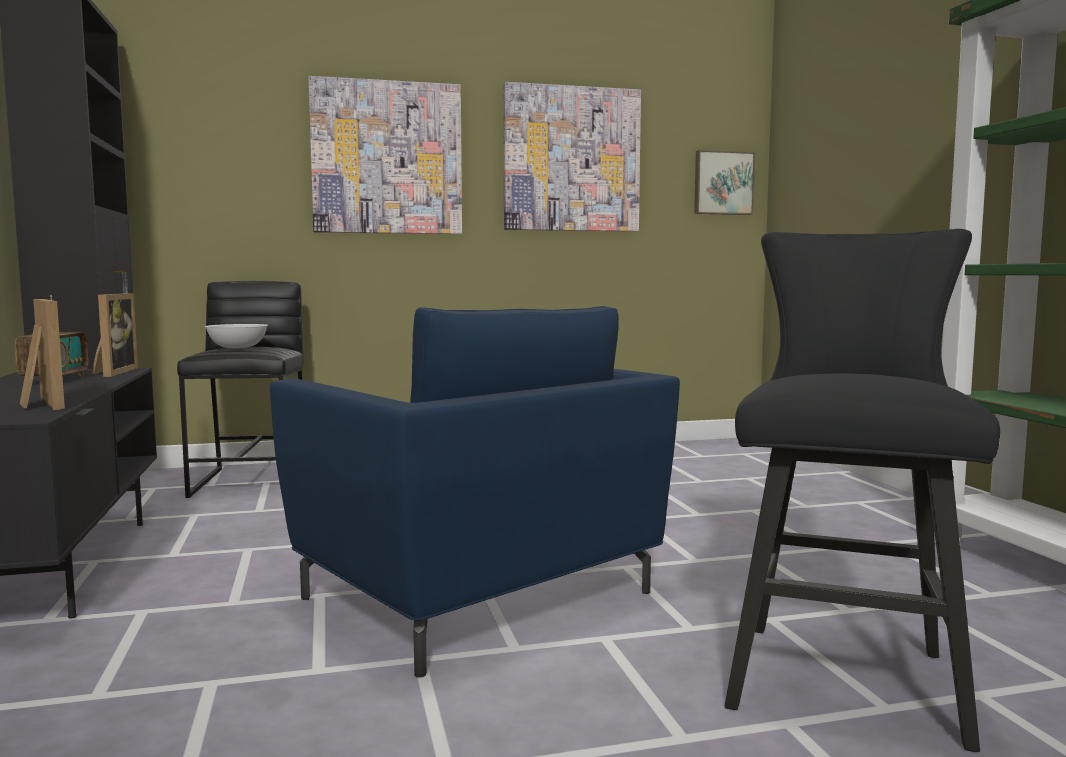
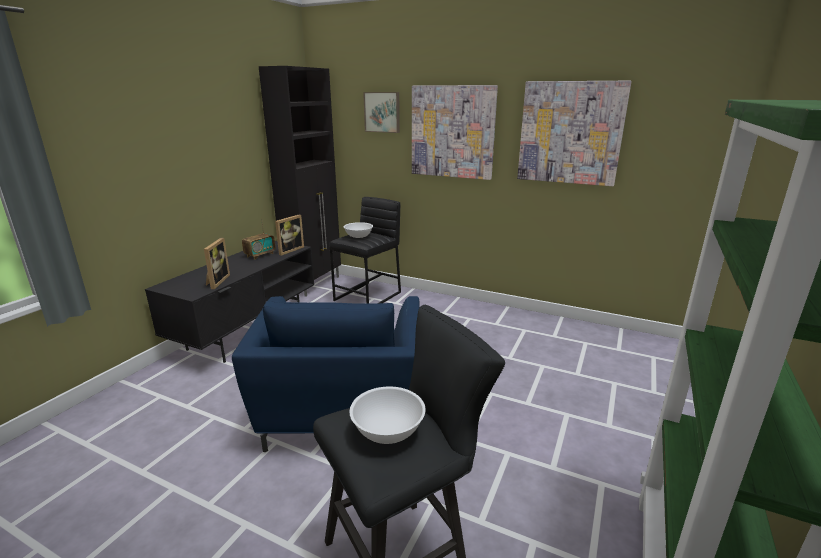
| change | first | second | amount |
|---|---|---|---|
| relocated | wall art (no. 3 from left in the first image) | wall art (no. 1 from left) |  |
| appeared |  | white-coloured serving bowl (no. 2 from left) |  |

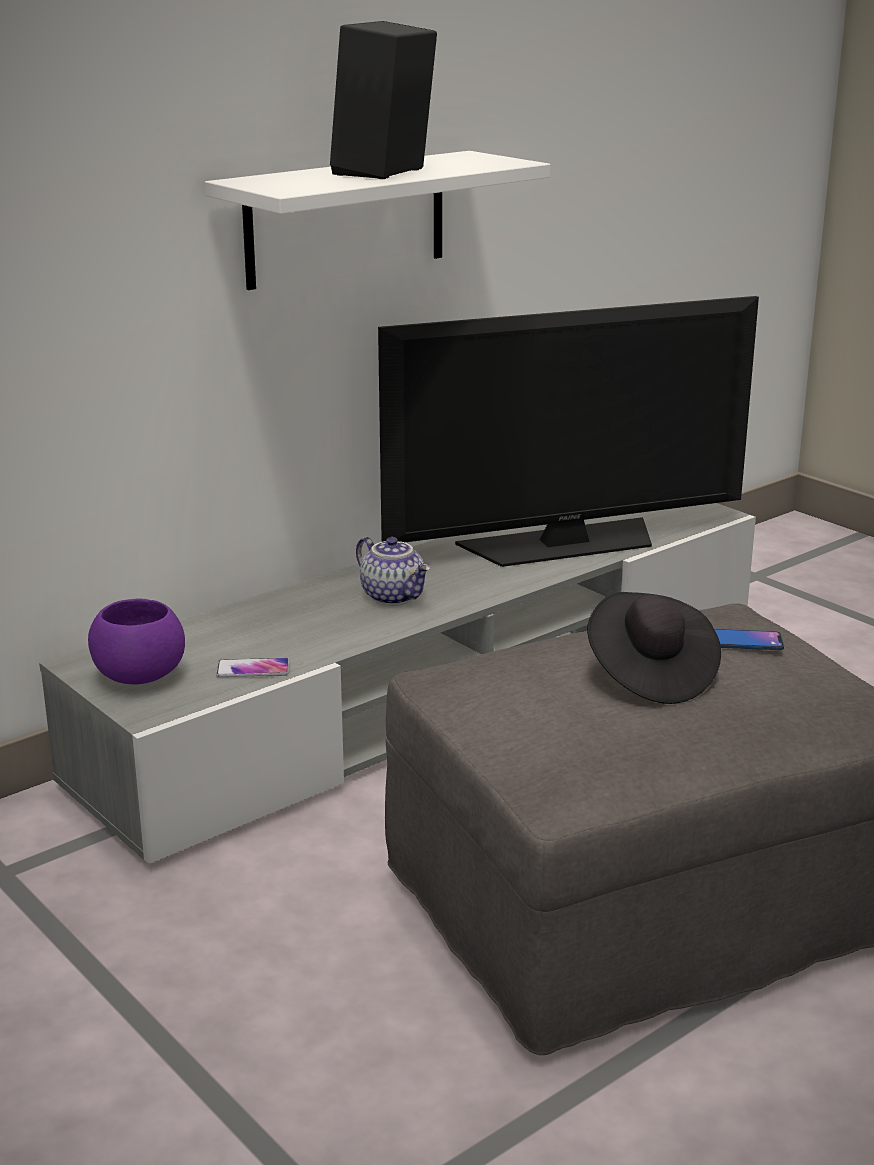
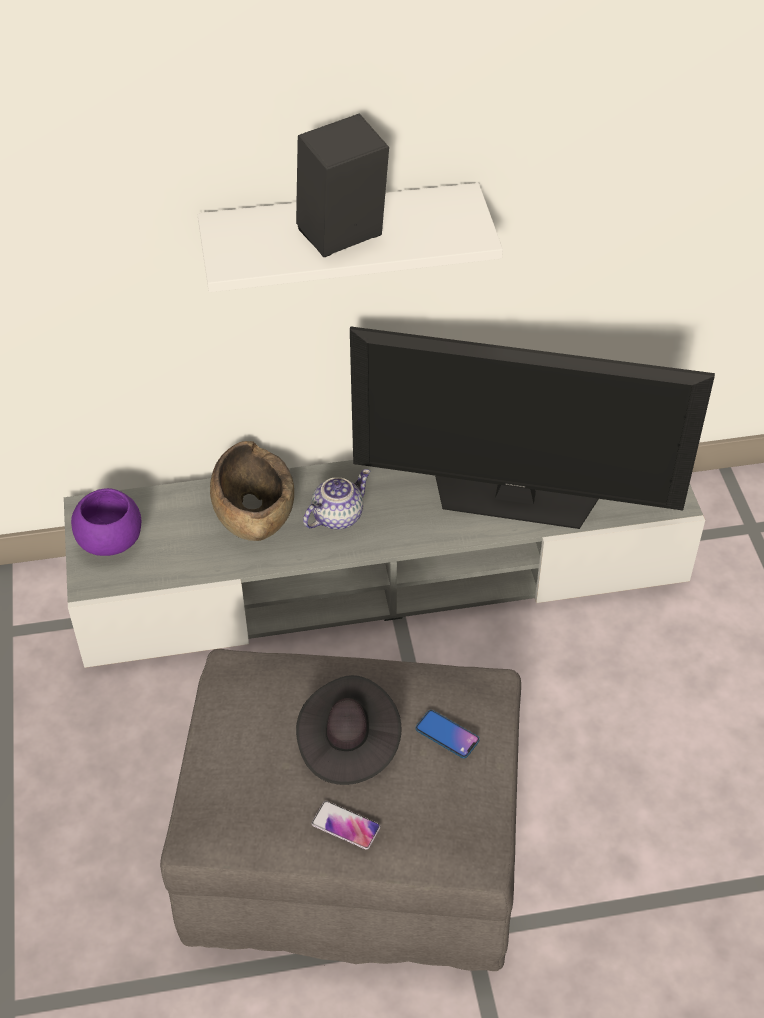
| change | first | second | amount |
|---|---|---|---|
| spun | teapot |  | 120 degrees counterclockwise |
| relocated | handset (no. 1 from left) |  |  |
| appeared |  | brown serving bowl |  |

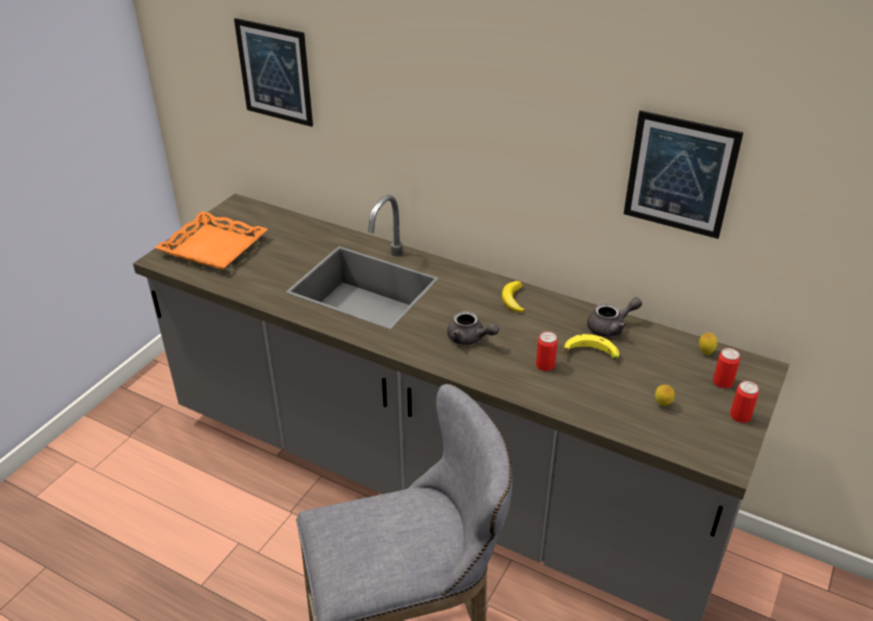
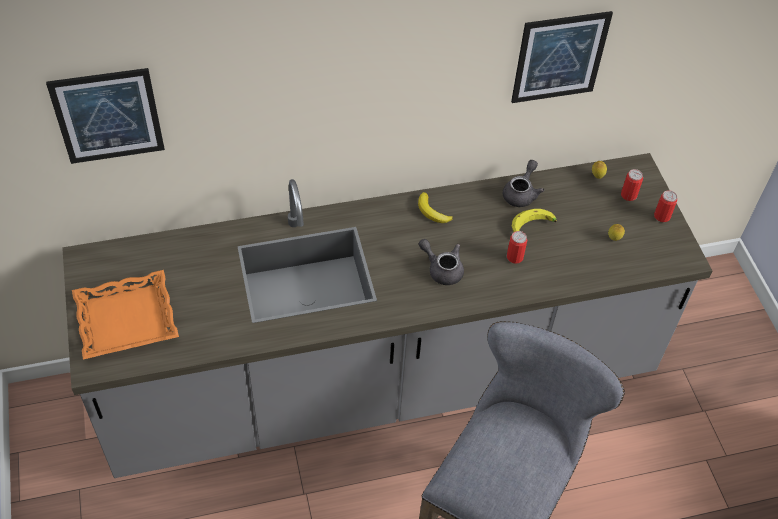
| change | first | second | amount |
|---|---|---|---|
| spun | grey teapot (no. 1 from left) |  | 135 degrees counterclockwise |

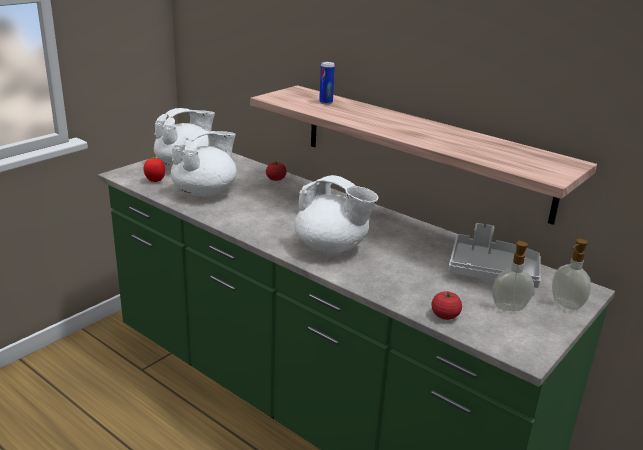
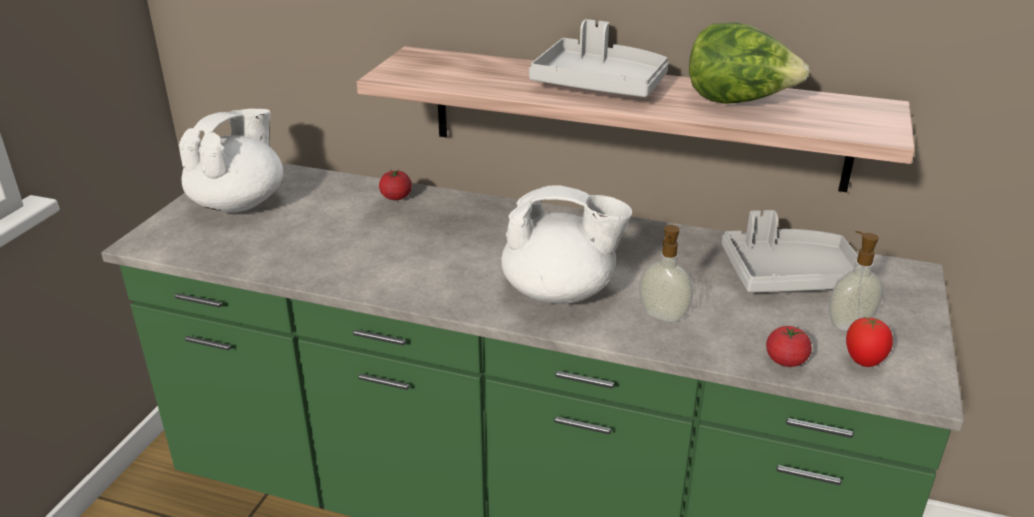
| change | first | second | amount |
|---|---|---|---|
| missing | can |  |  |
| missing | white-coloured teapot (no. 2 from left) |  |  |
| relocated | whole tomato (no. 1 from left in the first image) | whole tomato (no. 3 from left) |  |
| relocated | soap dispenser (no. 2 from left in the first image) | soap dispenser (no. 1 from left) |  |
| appeared |  | grey carrying tray (no. 1 from left) |  |
| appeared |  | lettuce head |  |

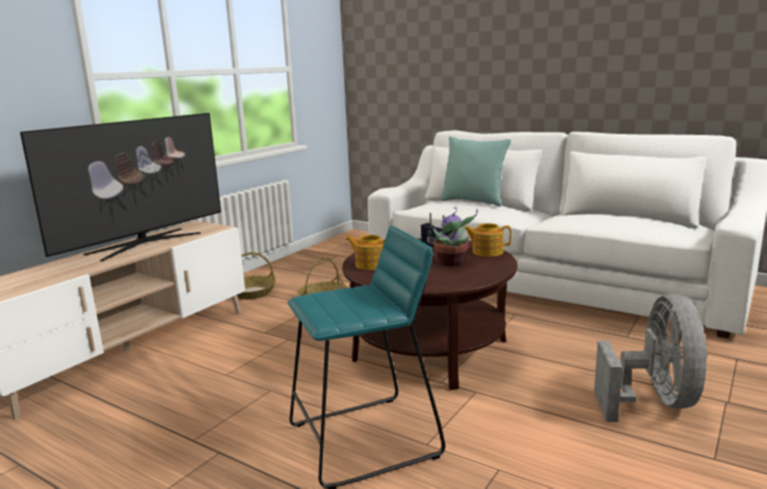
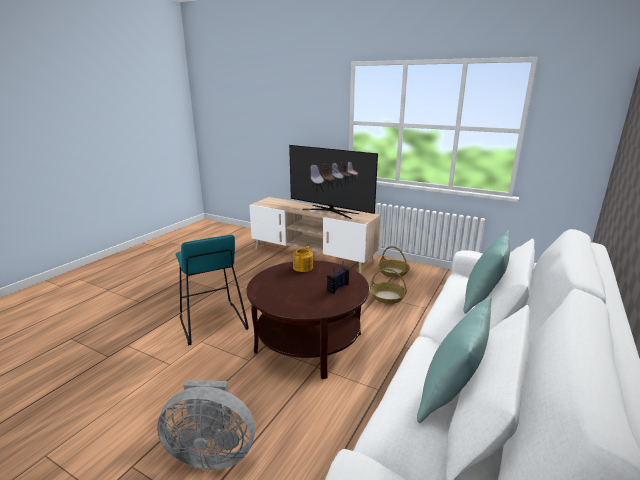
| change | first | second | amount |
|---|---|---|---|
| missing | plant in a pot |  |  |
| missing | teapot (no. 2 from left) |  |  |
| appeared |  | turquoise-coloured cushion (no. 1 from left) |  |

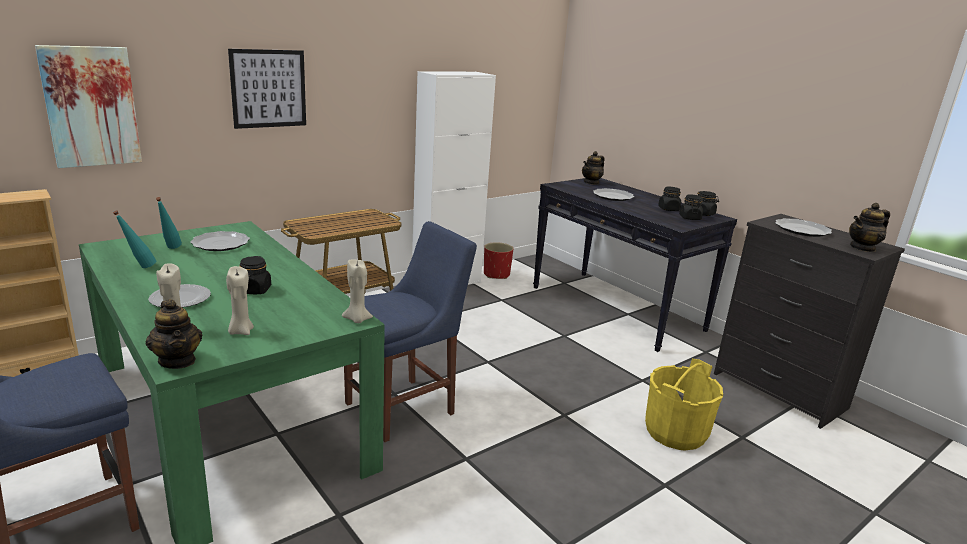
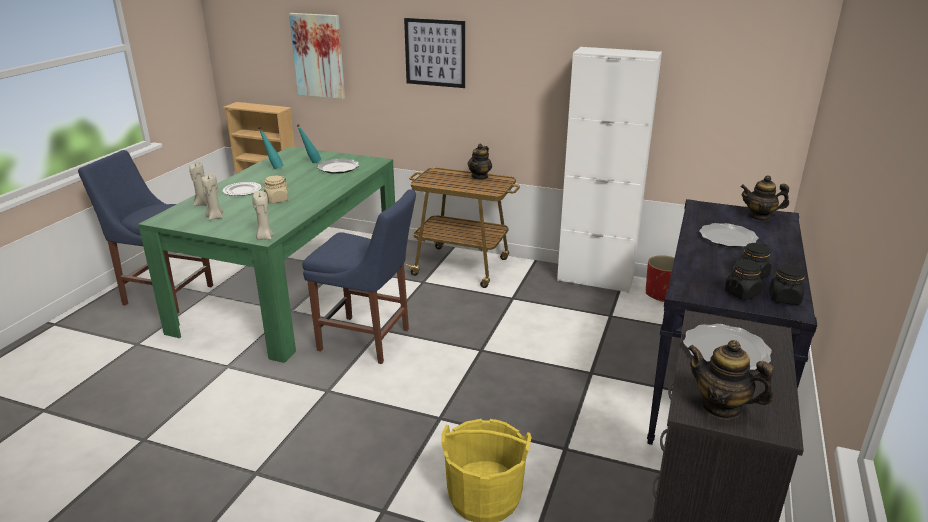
| change | first | second | amount |
|---|---|---|---|
| colour | black-coloured storage jar (no. 1 from left) | beige-coloured storage jar |  |
| relocated | teapot (no. 1 from left) |  |  |

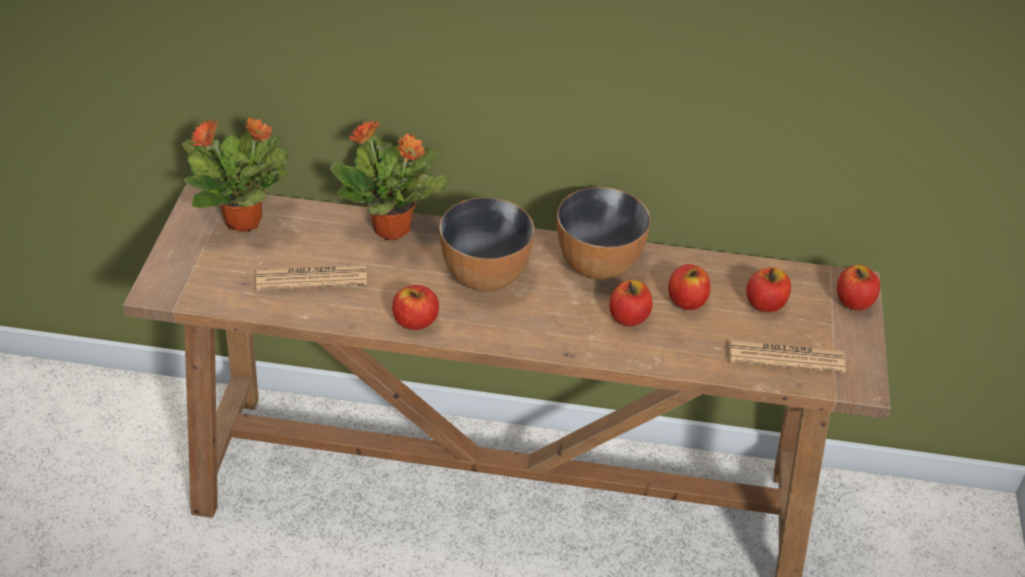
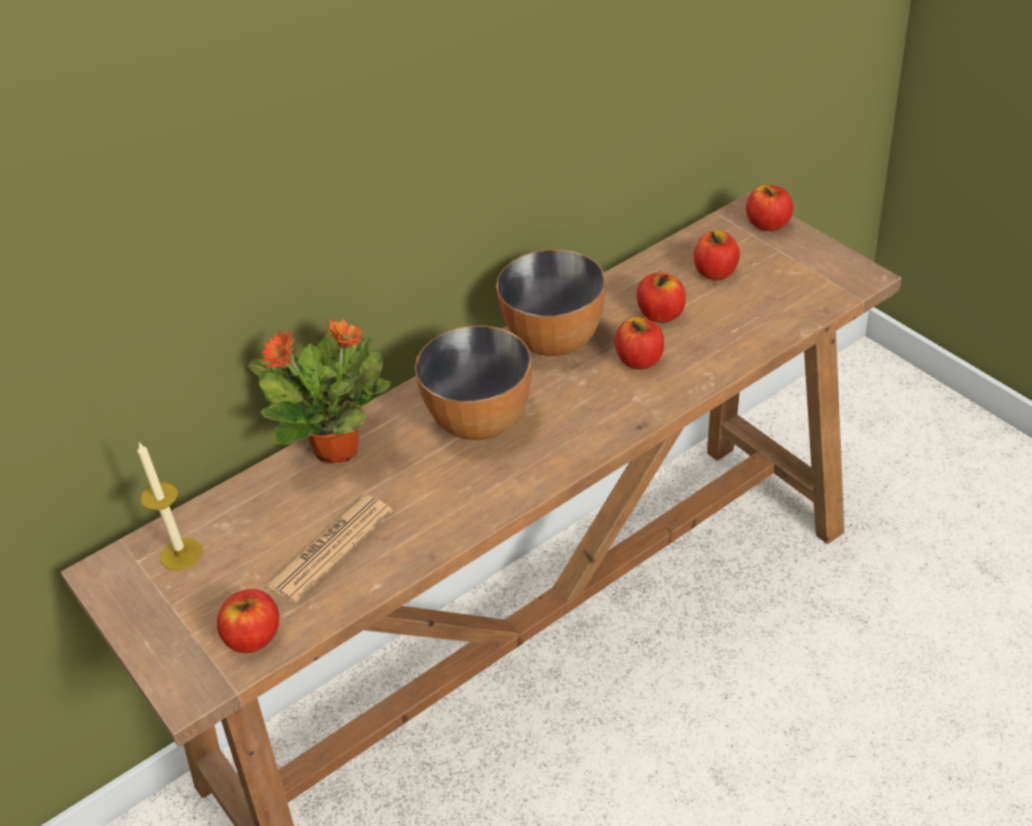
| change | first | second | amount |
|---|---|---|---|
| exchanged | plant in a pot (no. 1 from left) | wax candle |  |
| relocated | apple fruit (no. 1 from left) |  |  |
| missing | daily paper (no. 2 from left) |  |  |

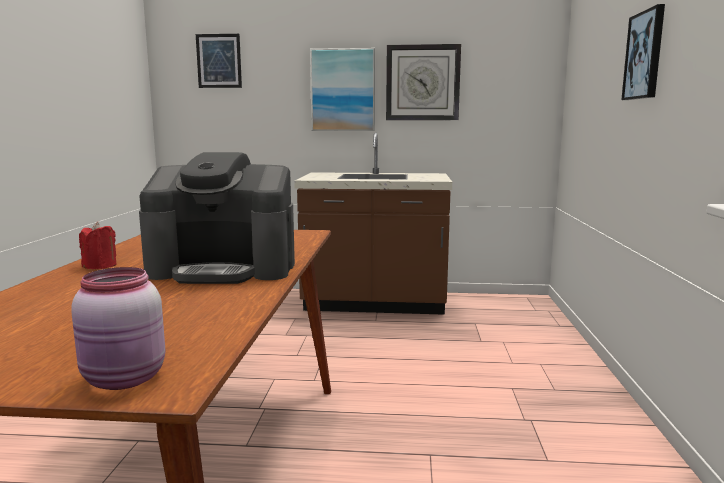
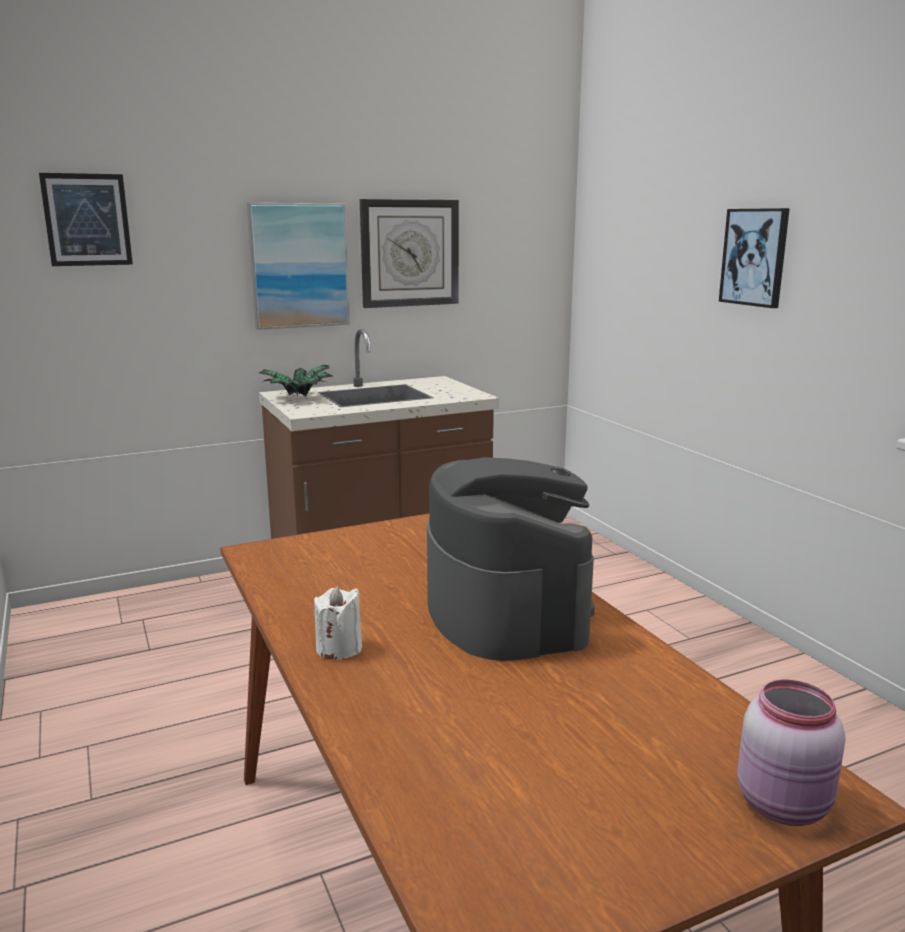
| change | first | second | amount |
|---|---|---|---|
| spun | coffee machine |  | 75 degrees counterclockwise |
| colour | red-coloured wax candle | white-coloured wax candle |  |
| appeared |  | plant in a pot |  |

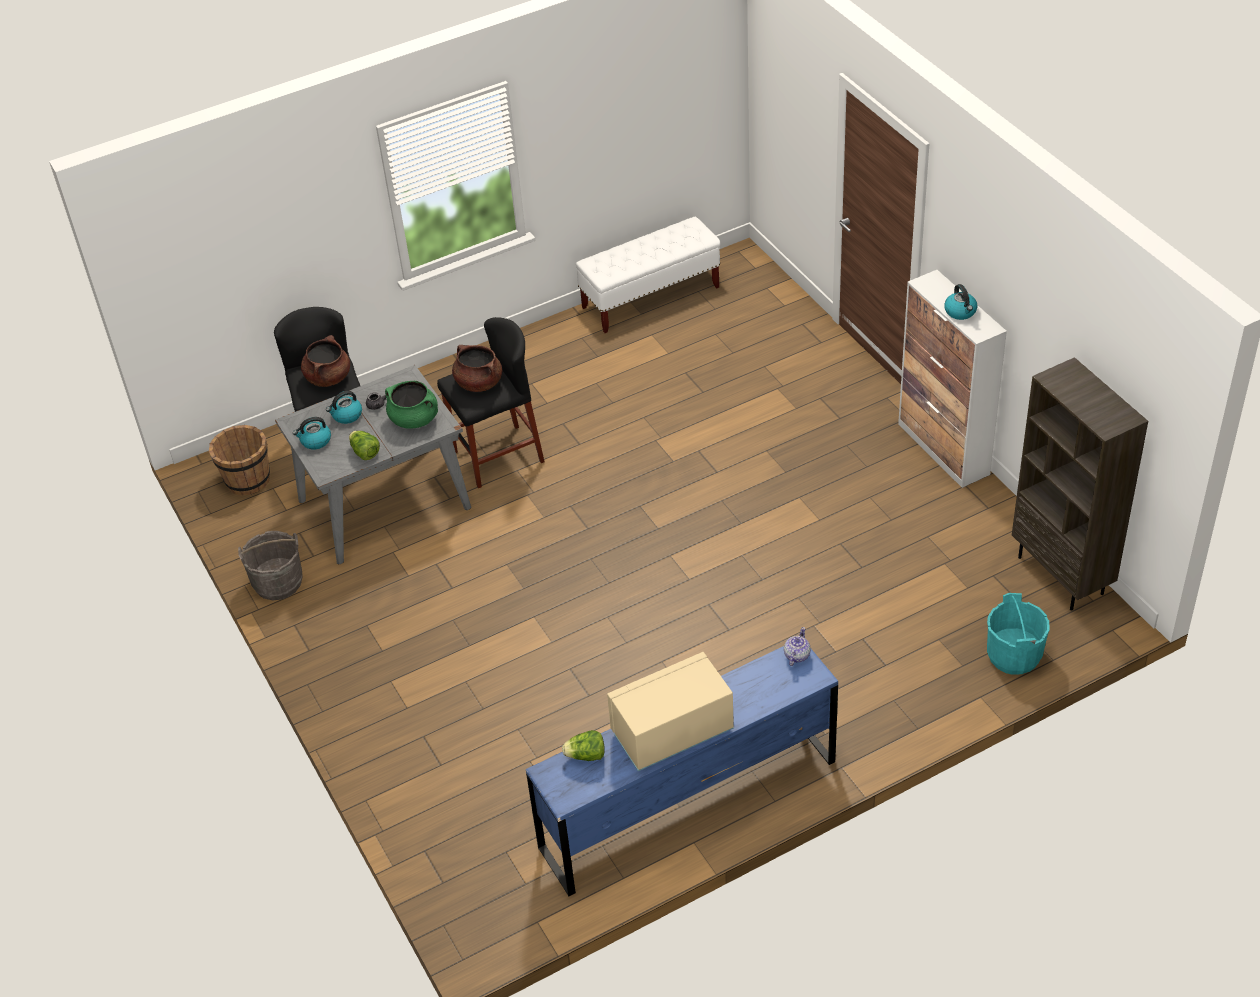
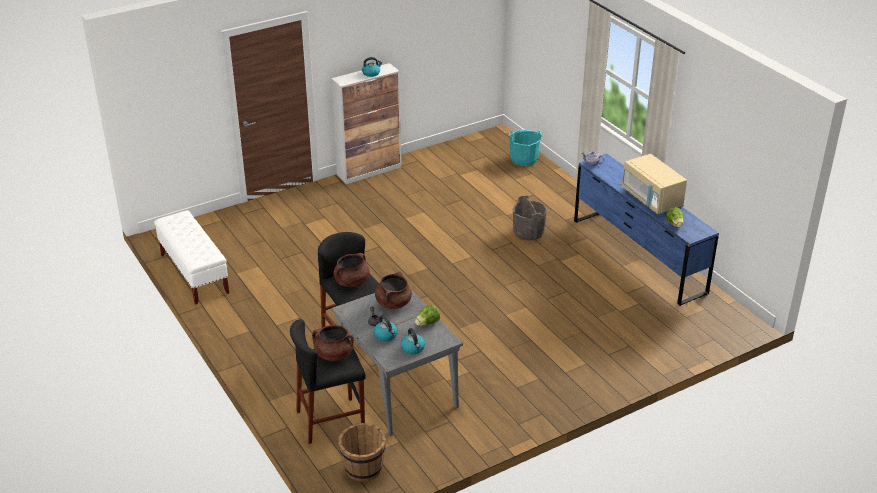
| change | first | second | amount |
|---|---|---|---|
| missing | brown bookcase |  |  |
| colour | greenish stockpot | brown stockpot (no. 3 from left) |  |
| relocated | grey bucket |  |  |

